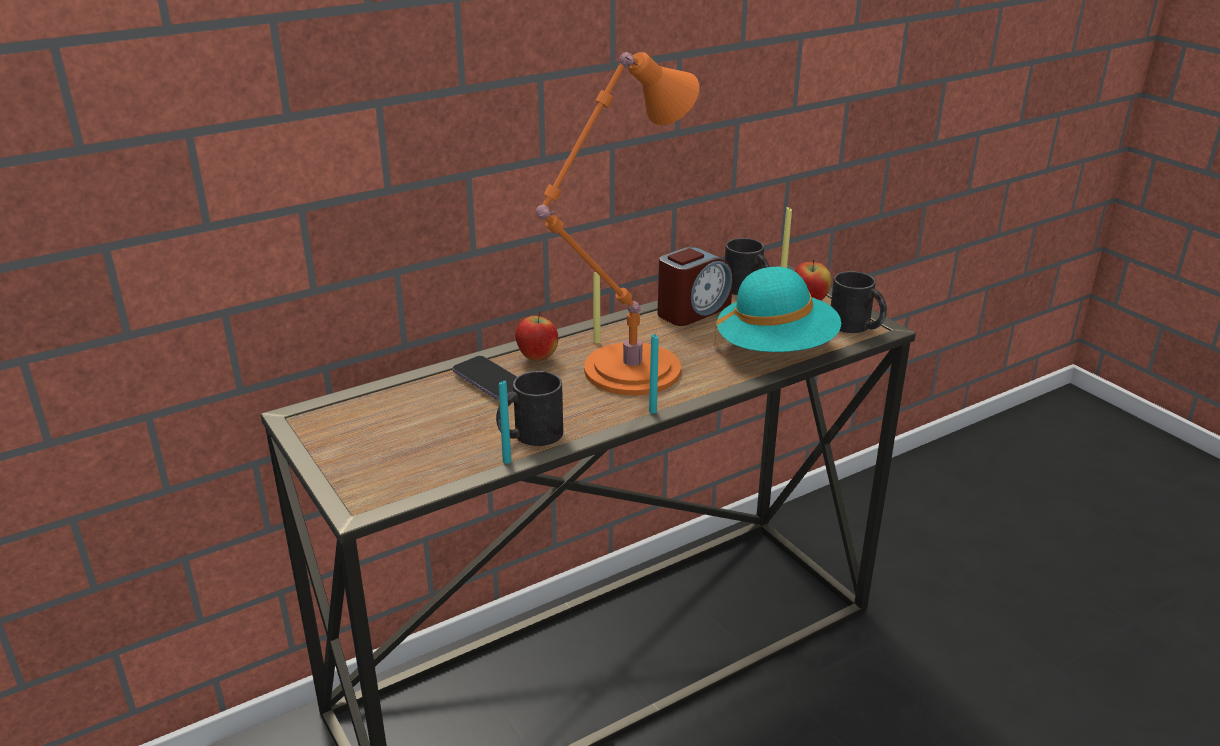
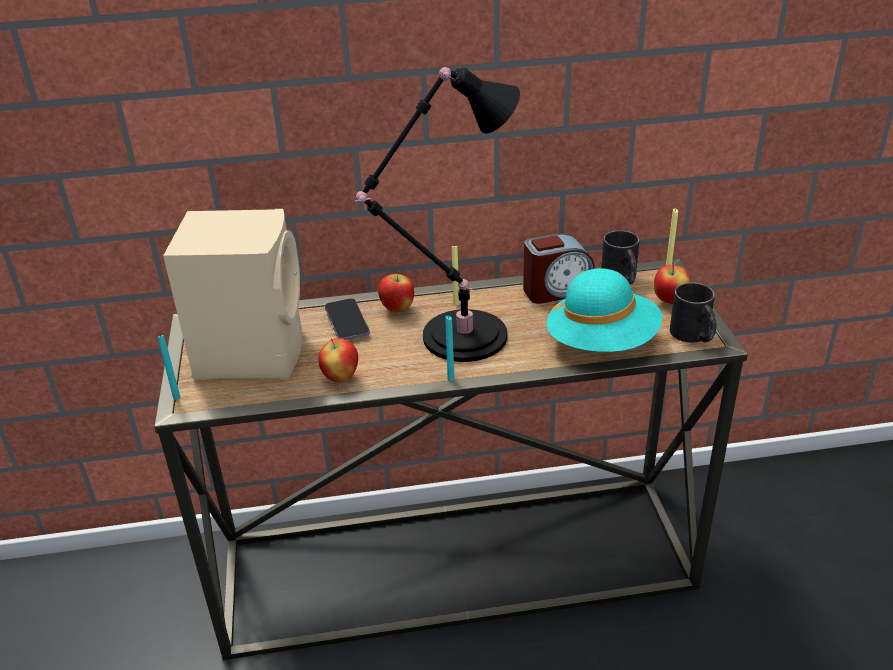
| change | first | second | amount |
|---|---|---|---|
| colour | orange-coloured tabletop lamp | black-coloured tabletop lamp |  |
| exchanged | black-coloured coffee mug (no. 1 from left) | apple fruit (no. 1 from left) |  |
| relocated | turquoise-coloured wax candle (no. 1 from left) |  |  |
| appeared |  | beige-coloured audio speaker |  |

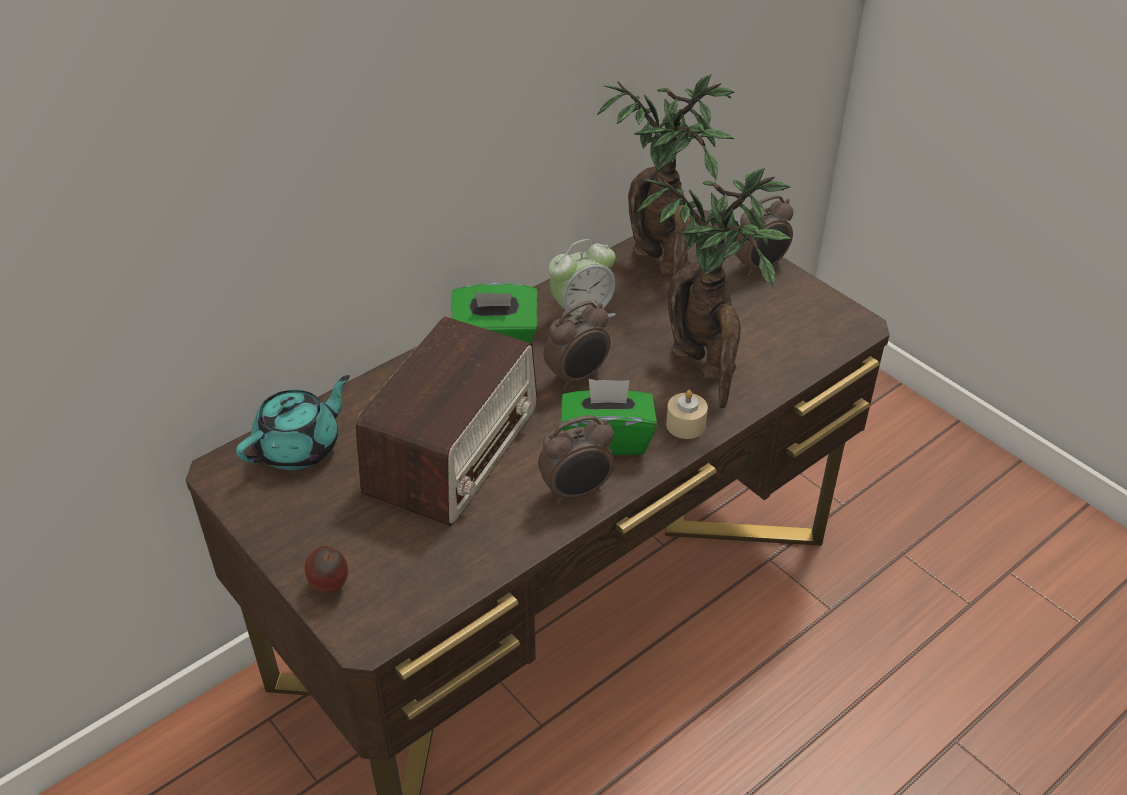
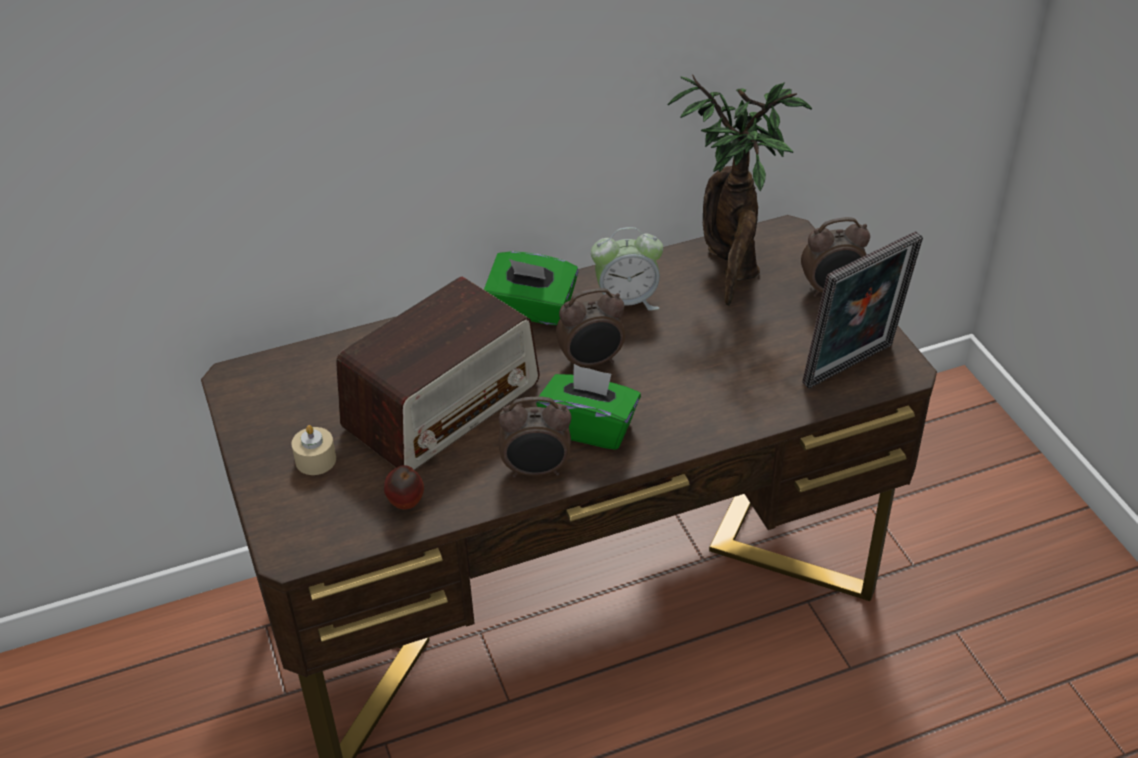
| change | first | second | amount |
|---|---|---|---|
| missing | plant in a pot (no. 2 from left) |  |  |
| missing | turquoise-coloured teapot |  |  |
| relocated | beige-coloured wax candle |  |  |
| relocated | apple fruit |  |  |
| appeared |  | standing frame |  |

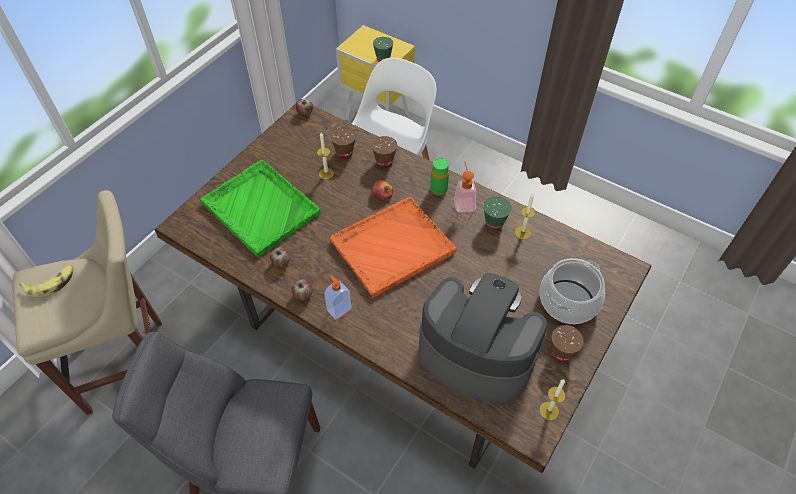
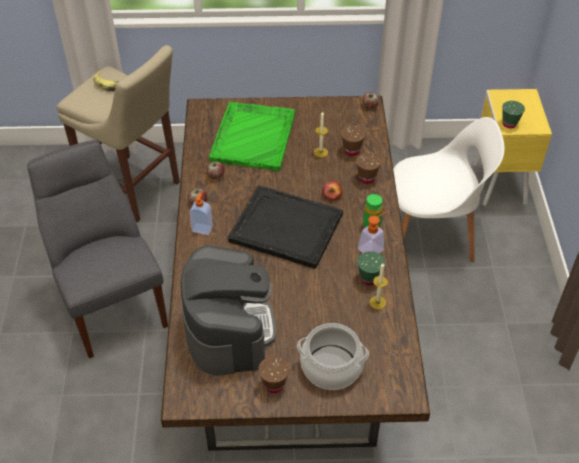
| change | first | second | amount |
|---|---|---|---|
| colour | orange-coloured carrying tray | black-coloured carrying tray |  |
| missing | wax candle (no. 3 from left) |  |  |

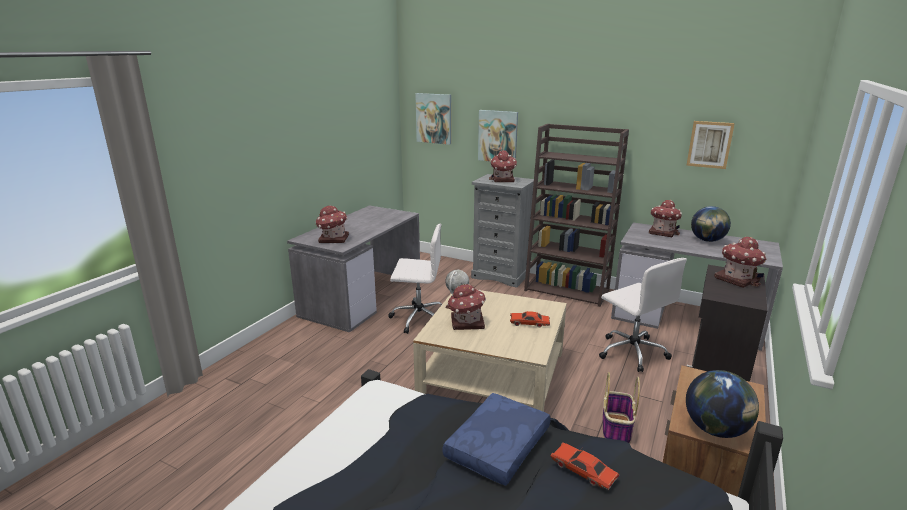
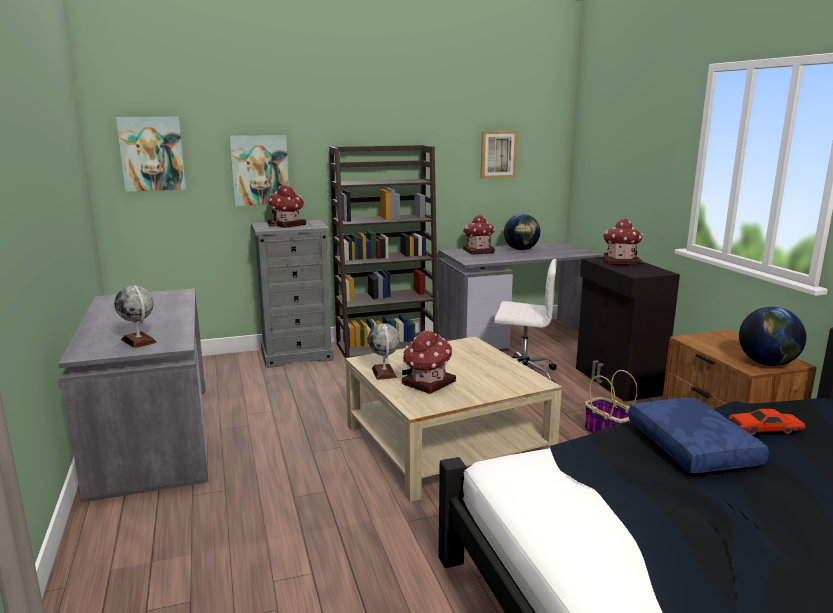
| change | first | second | amount |
|---|---|---|---|
| exchanged | miniature house (no. 1 from left) | world globe (no. 1 from left) |  |
| missing | white-coloured office chair (no. 1 from left) |  |  |
| missing | red-coloured miniature car (no. 1 from left) |  |  |

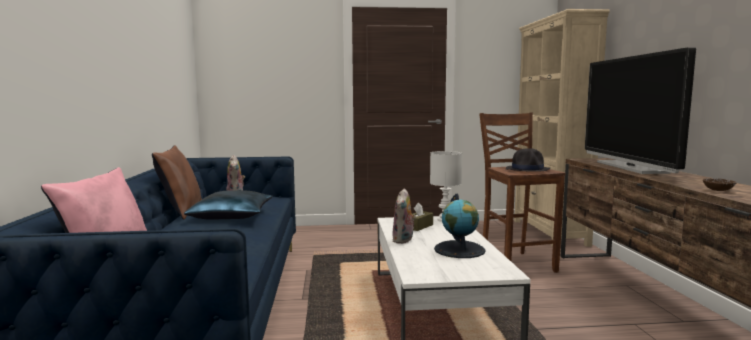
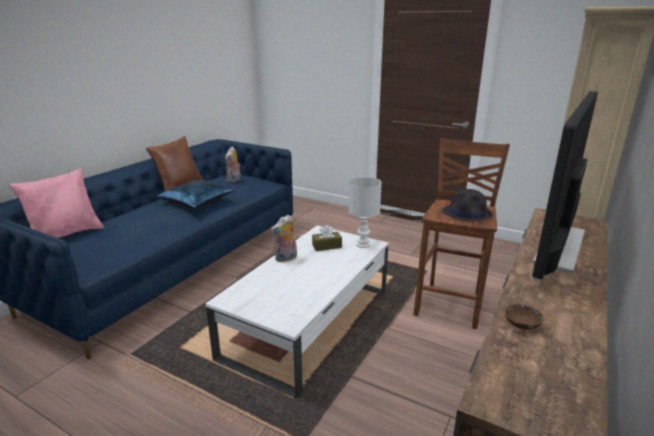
| change | first | second | amount |
|---|---|---|---|
| missing | world globe |  |  |

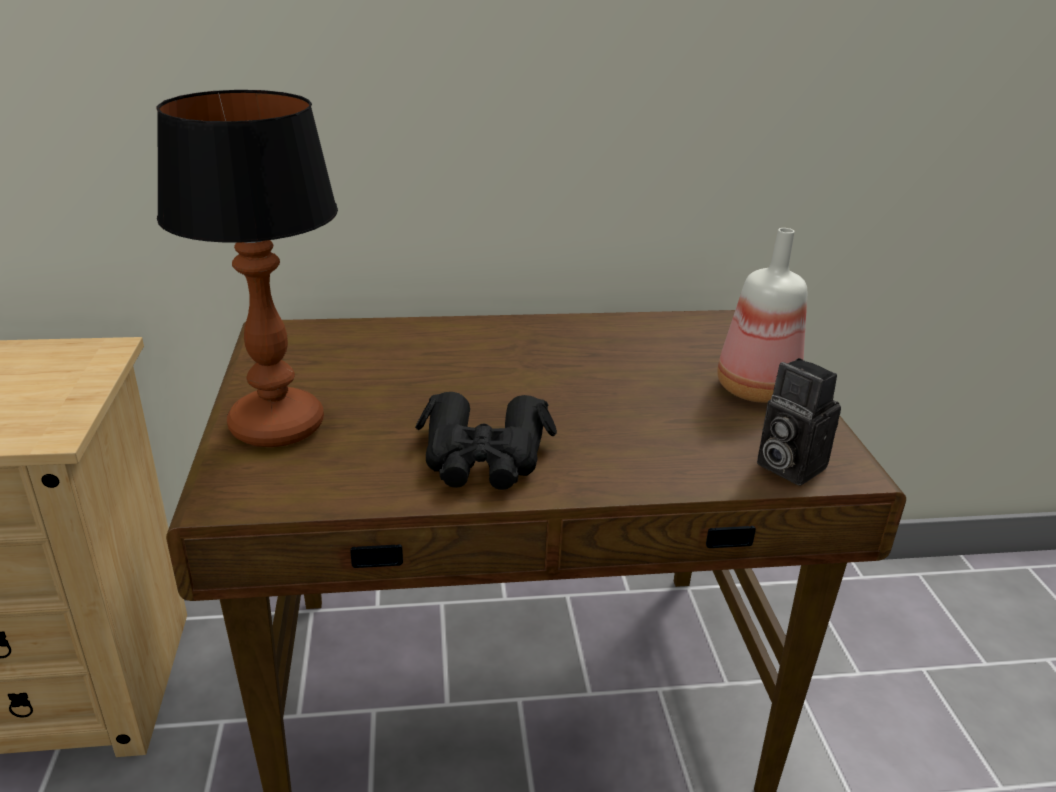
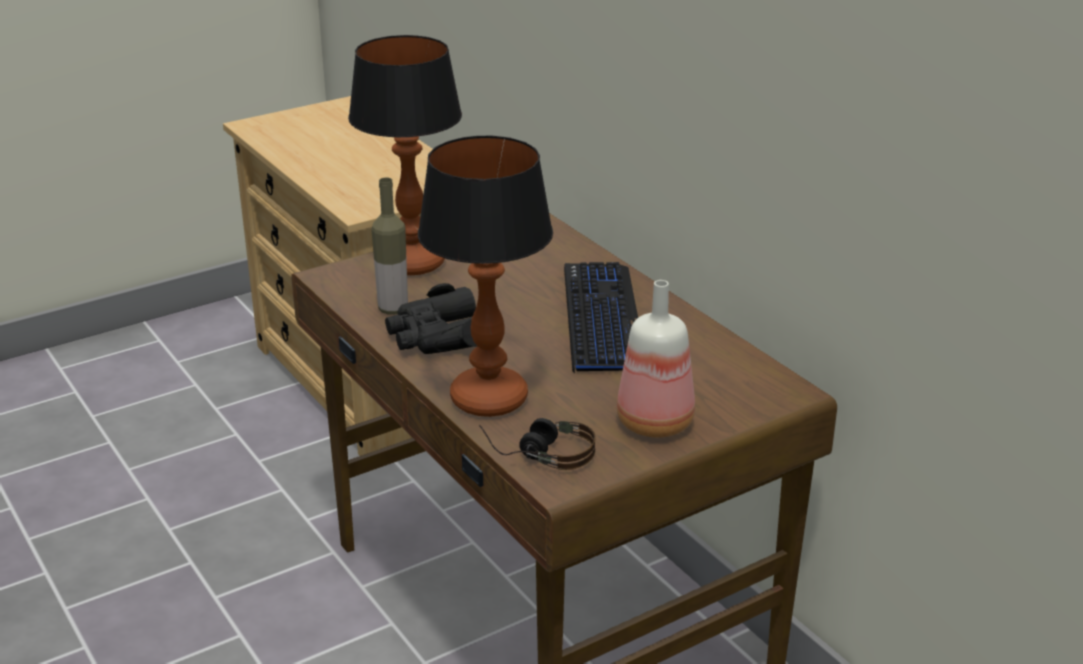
| change | first | second | amount |
|---|---|---|---|
| exchanged | still camera | headphones |  |
| appeared |  | tabletop lamp (no. 2 from left) |  |
| appeared |  | drink bottle (no. 1 from left) |  |
| appeared |  | computer keyboard |  |

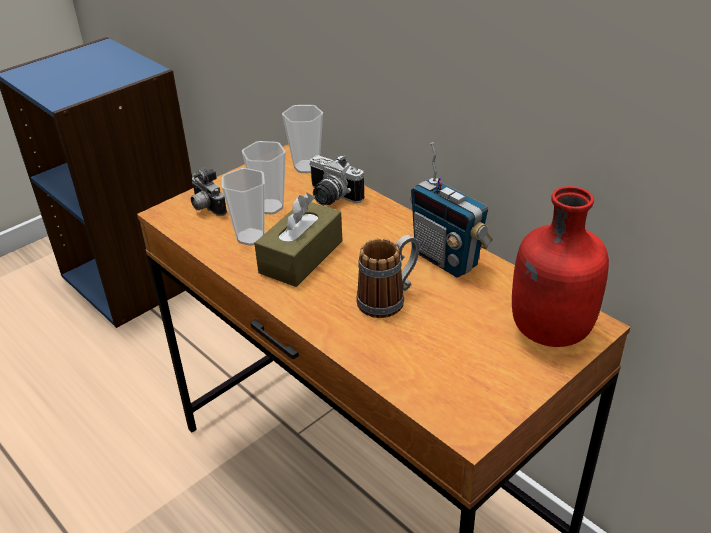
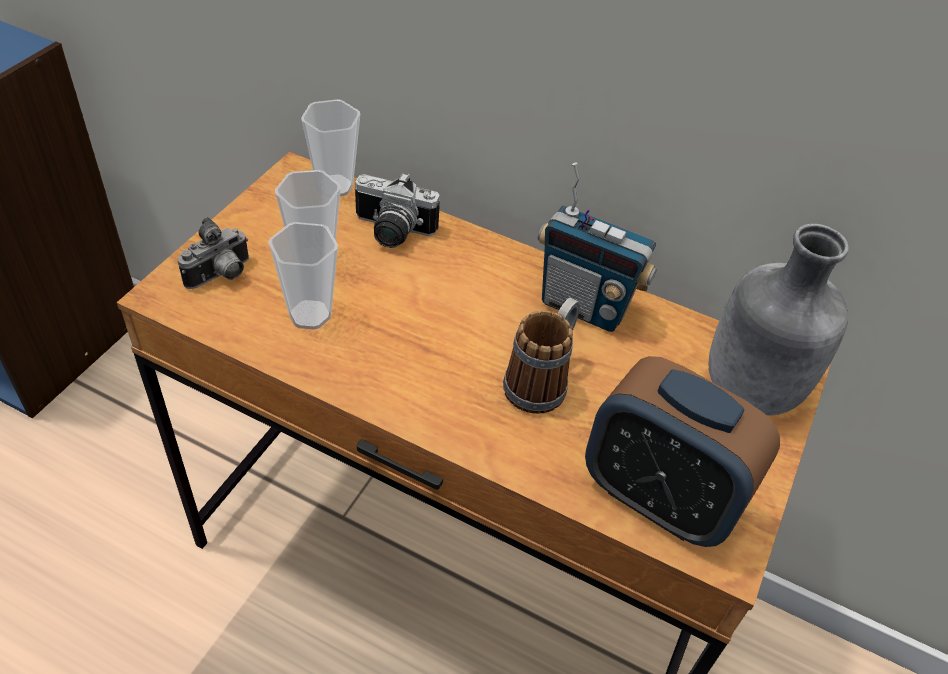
| change | first | second | amount |
|---|---|---|---|
| spun | still camera (no. 1 from left) |  | 75 degrees counterclockwise |
| colour | red-coloured drink bottle | grey drink bottle |  |
| missing | brown box of tissues |  |  |
| appeared |  | table clock |  |

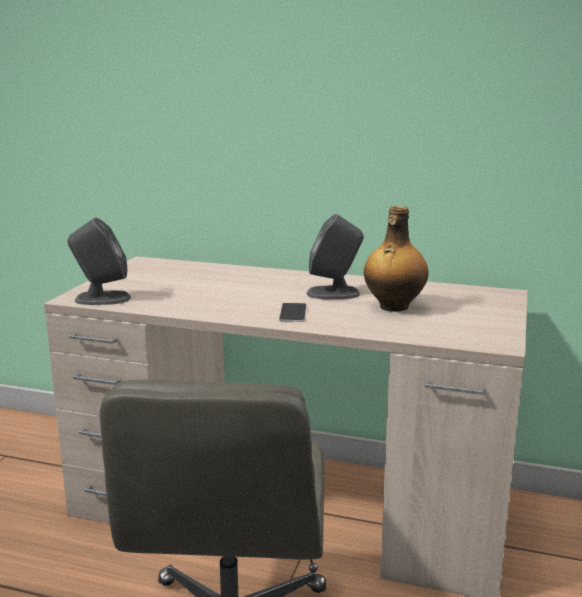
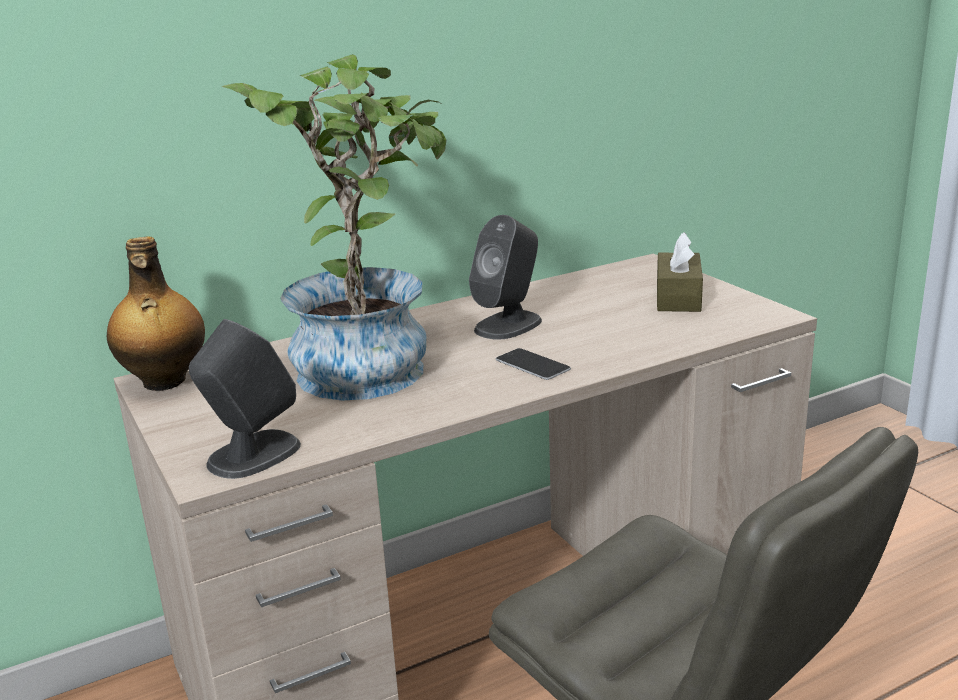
| change | first | second | amount |
|---|---|---|---|
| relocated | drink bottle |  |  |
| appeared |  | plant in a pot |  |
| appeared |  | brown box of tissues |  |

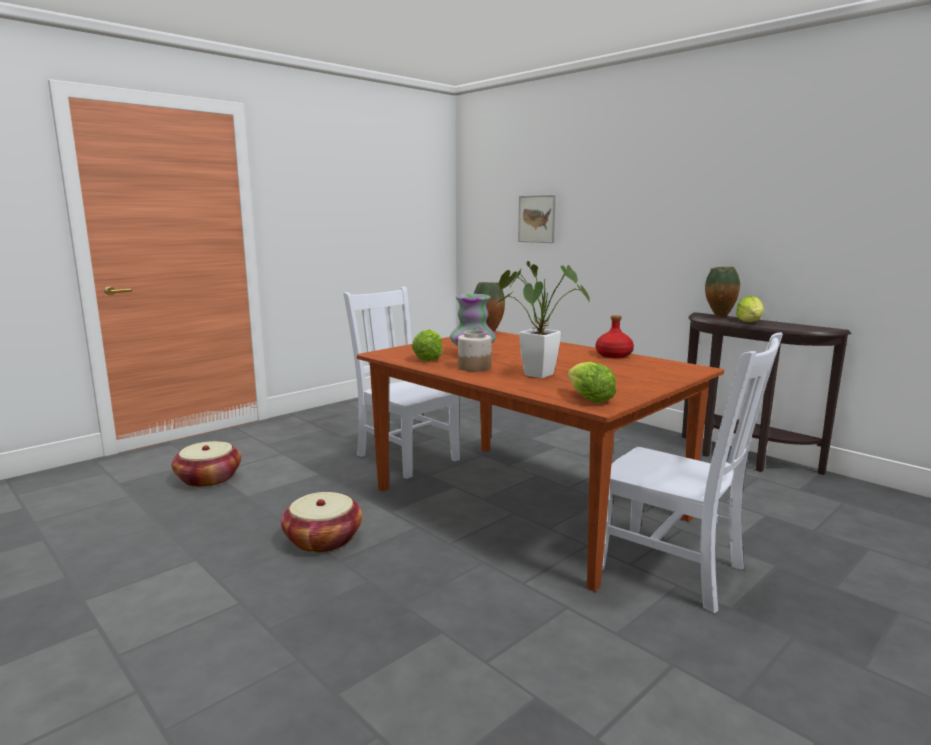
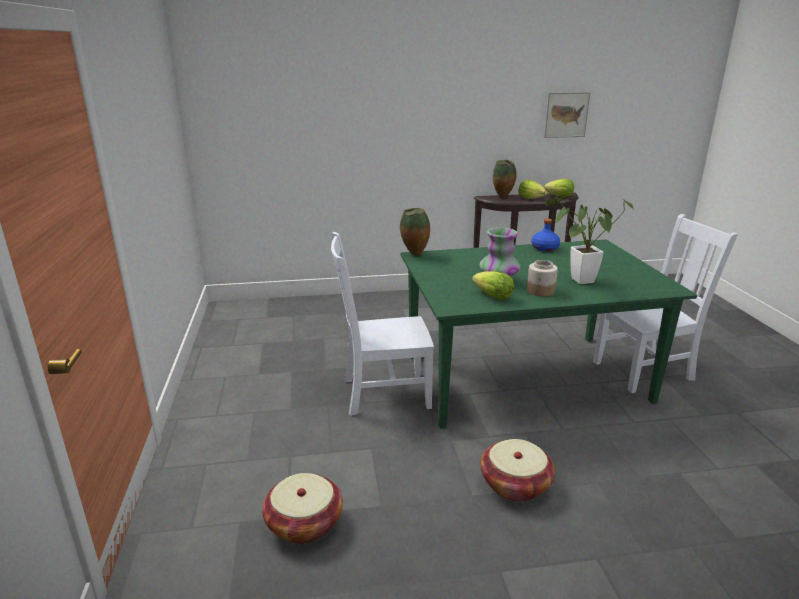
| change | first | second | amount |
|---|---|---|---|
| relocated | wall art |  |  |
| colour | red-coloured drink bottle | blue drink bottle |  |
| colour | brown dinner table | greenish dinner table |  |
| relocated | lettuce head (no. 2 from left in the first image) | lettuce head (no. 3 from left) |  |

